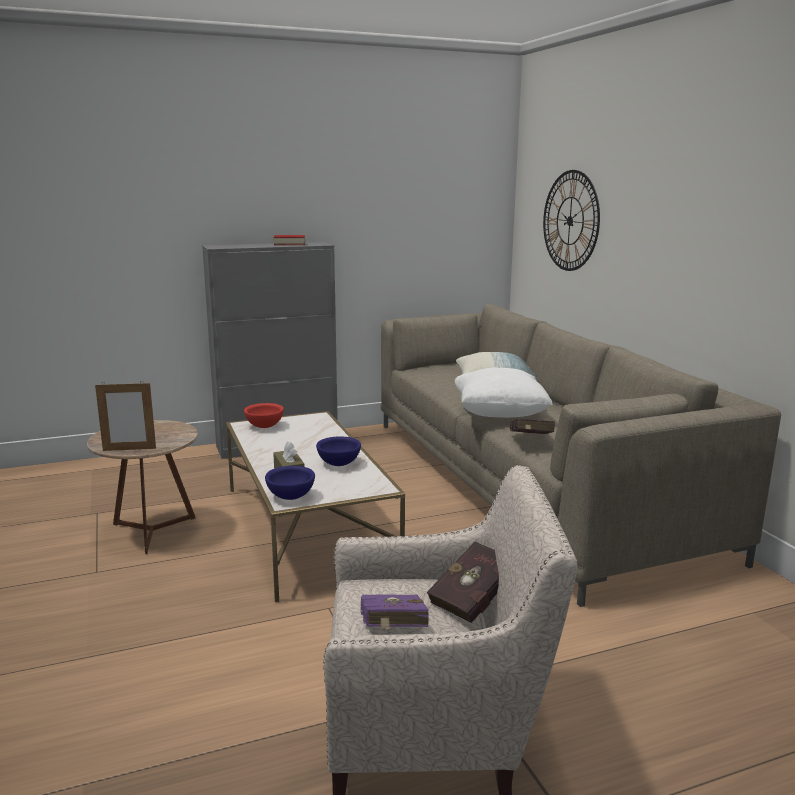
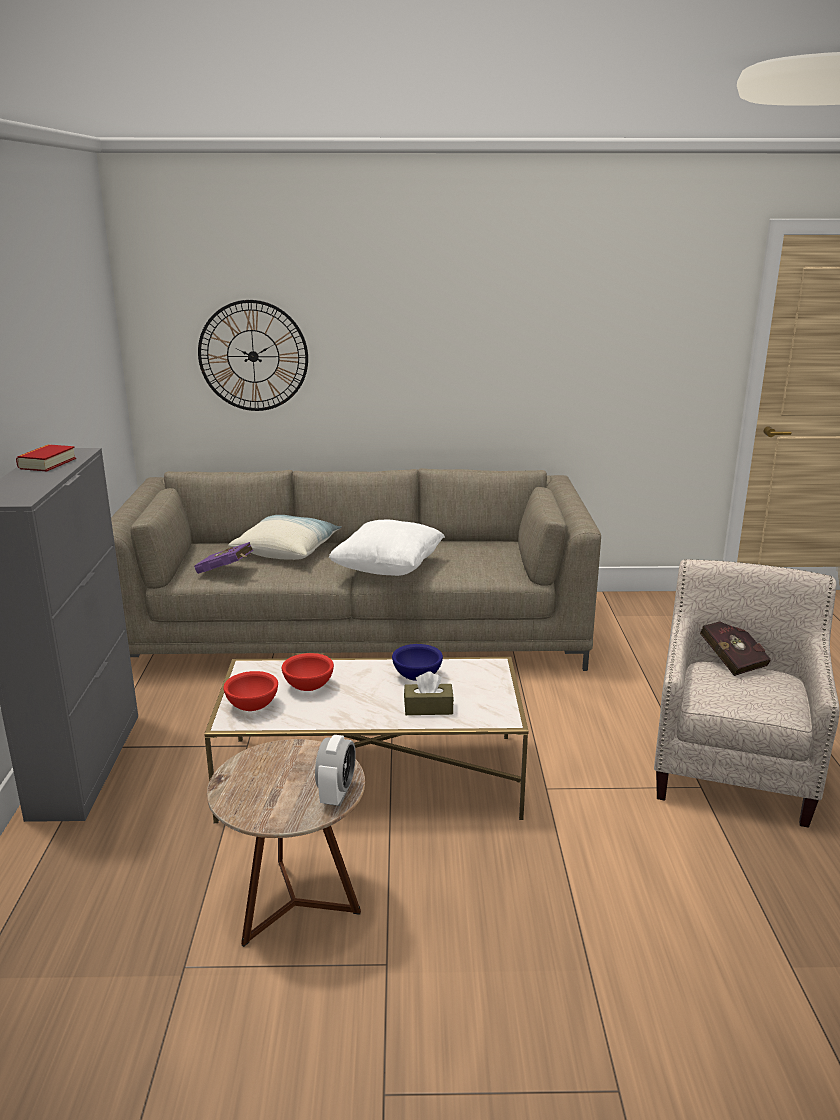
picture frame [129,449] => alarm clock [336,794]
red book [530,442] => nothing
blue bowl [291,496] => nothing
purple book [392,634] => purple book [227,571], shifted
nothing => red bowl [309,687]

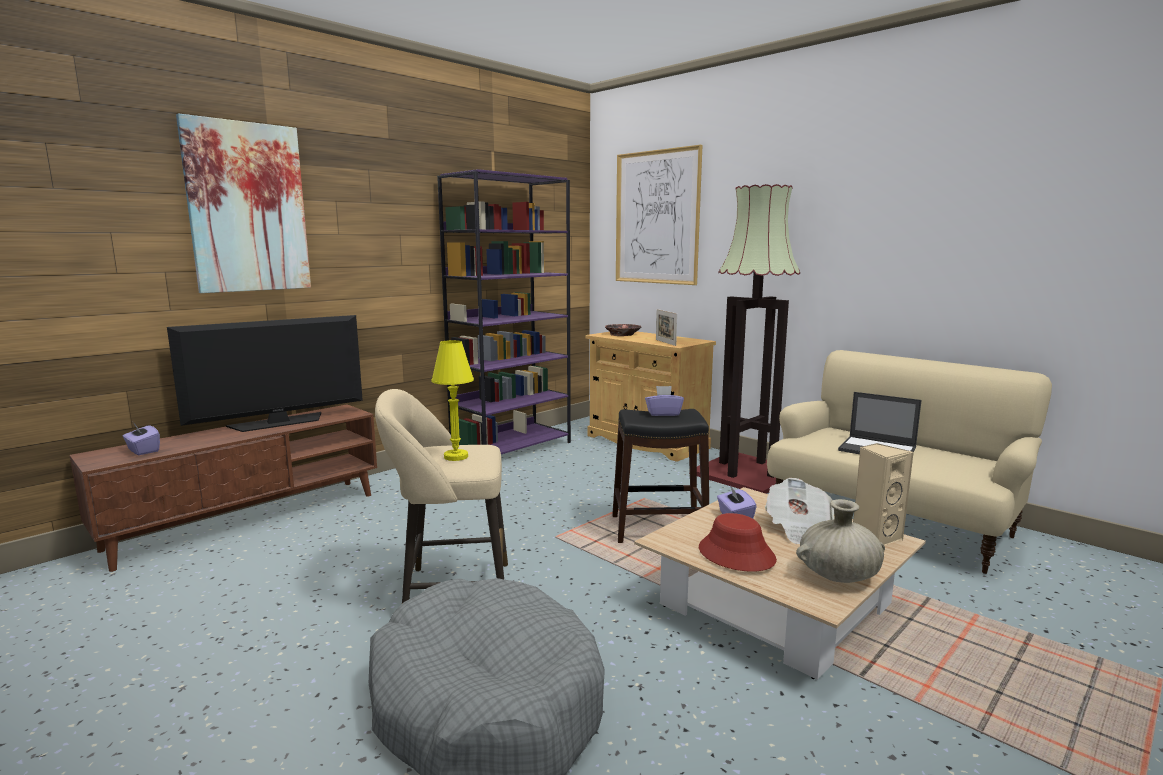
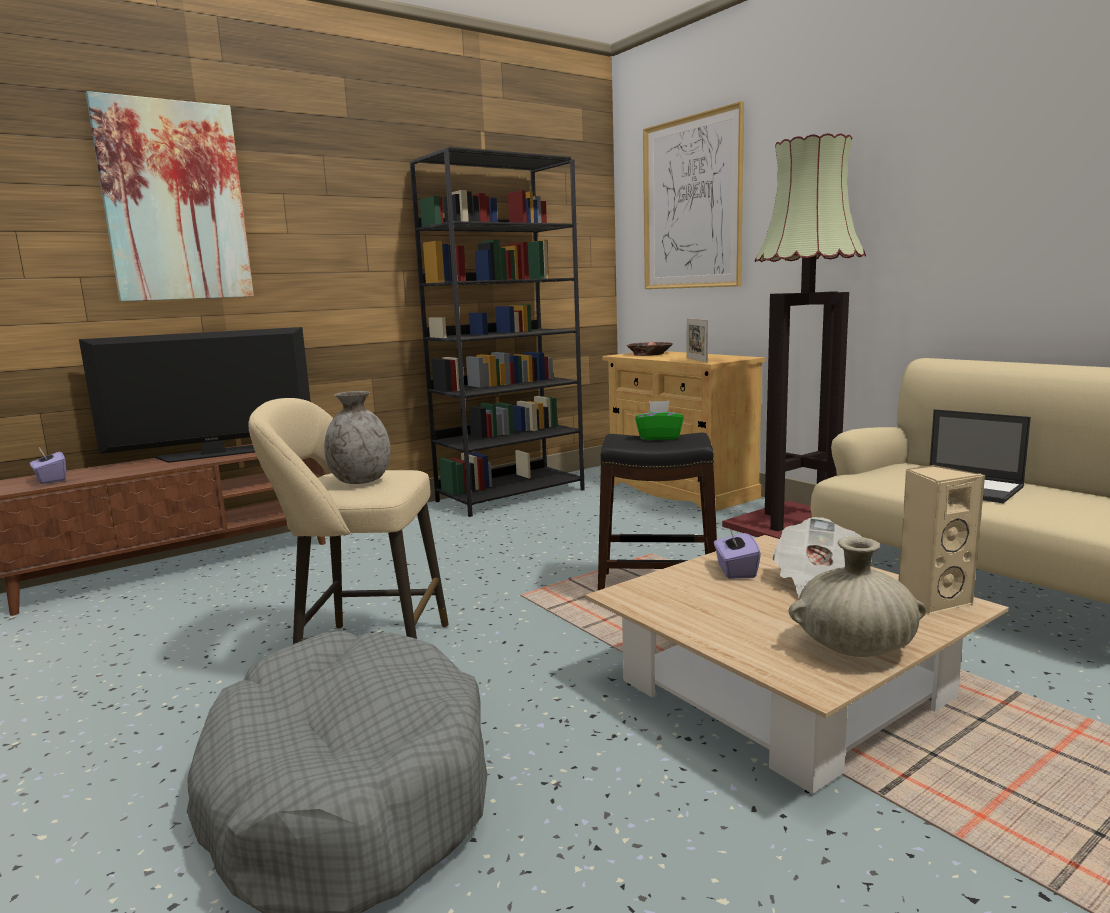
purple bookcase [512,448] => black bookcase [511,495]
yellow table lamp [456,457] => grey vase [360,481]
purple tissue box [663,413] => green tissue box [659,437]
red hat [736,554] => nothing

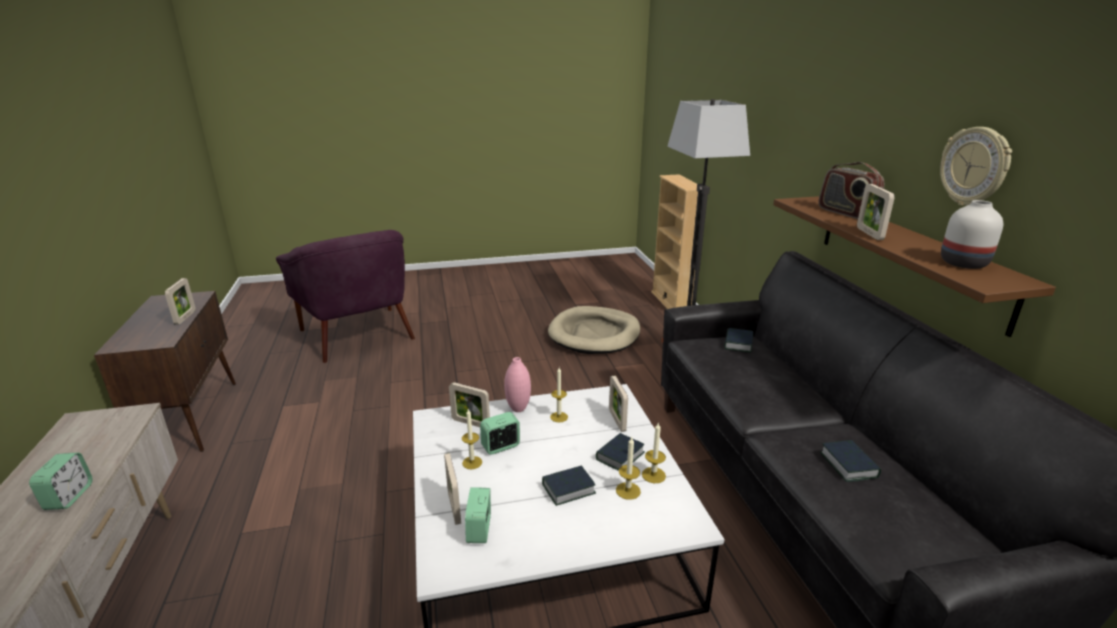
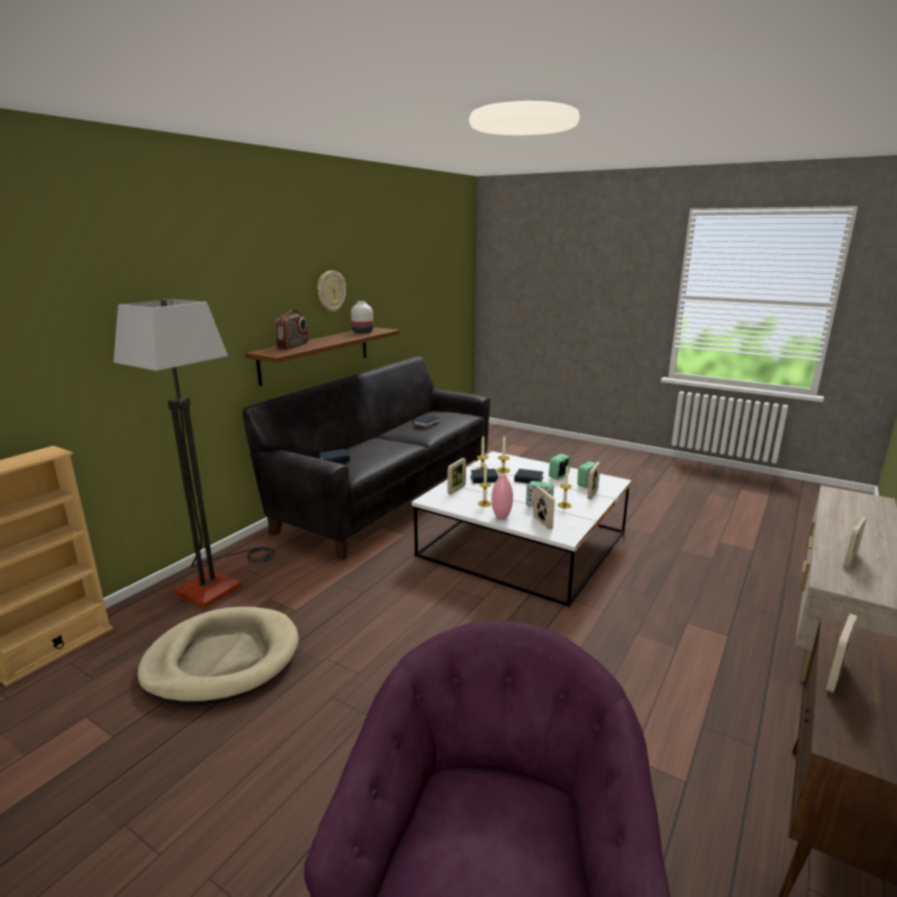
picture frame [869,234] => picture frame [850,561], shifted
alarm clock [69,497] => alarm clock [559,476], shifted

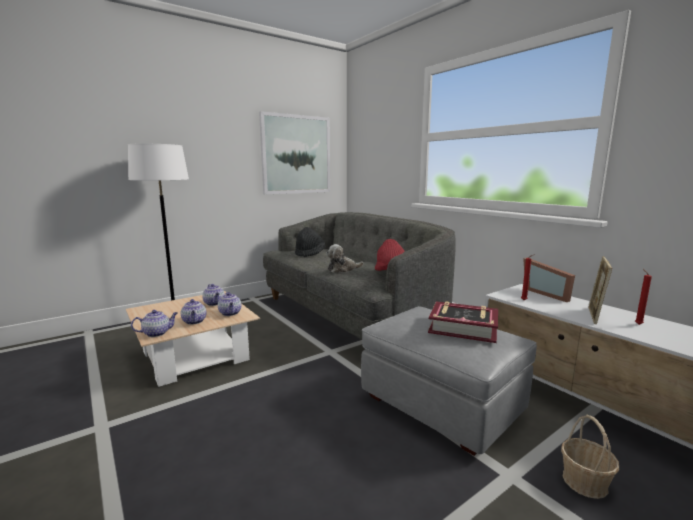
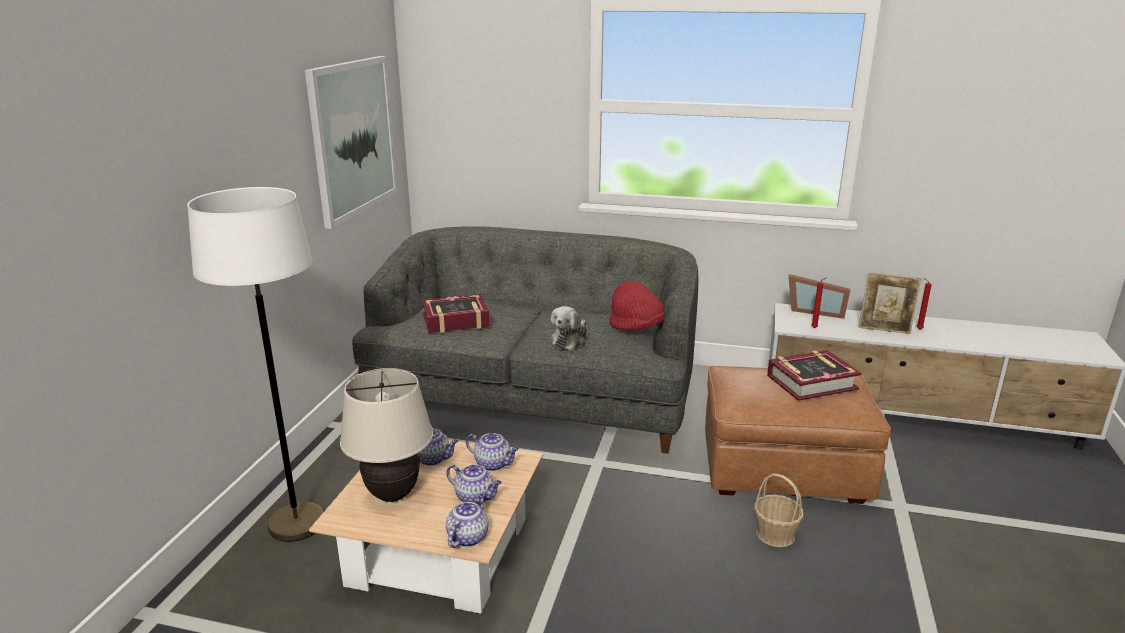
black hat [309,253] => book [456,320]
picture frame [594,316] => picture frame [884,330], 60 degrees counterclockwise
grey ottoman [441,404] => brown ottoman [783,470]
basket [585,481] => basket [775,534], shifted
nothing => beige table lamp [393,495]

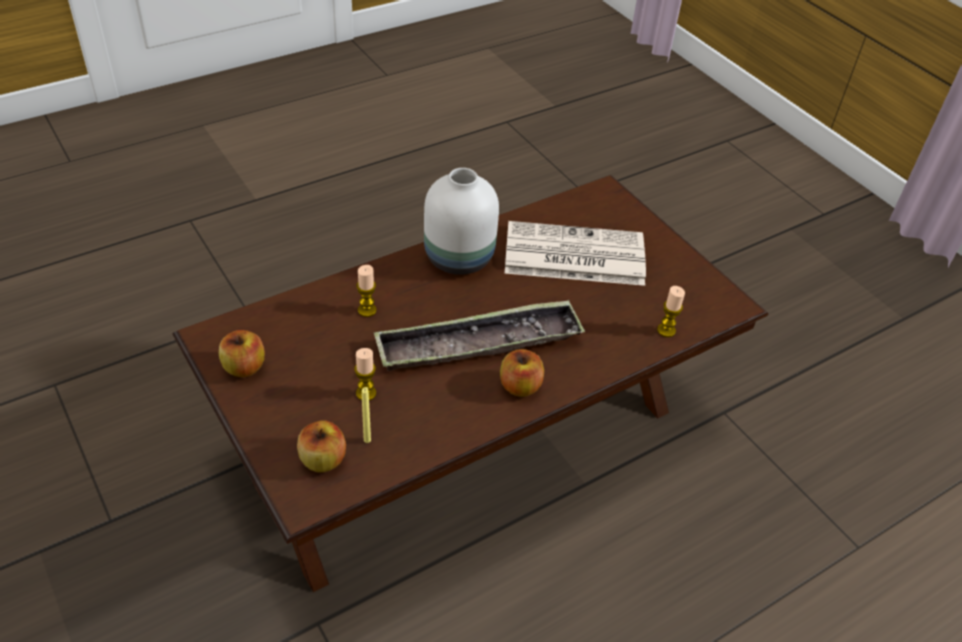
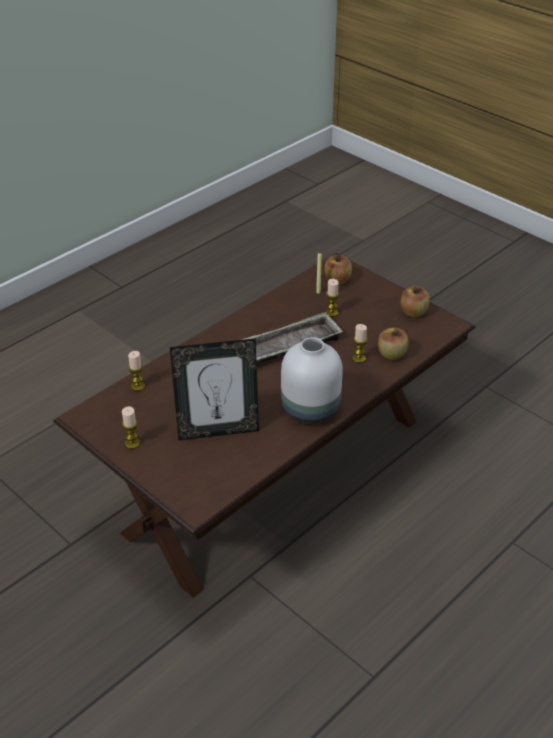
newspaper [572,255] => picture frame [218,431]
apple [520,386] => apple [391,354], shifted
nothing => candle [132,443]

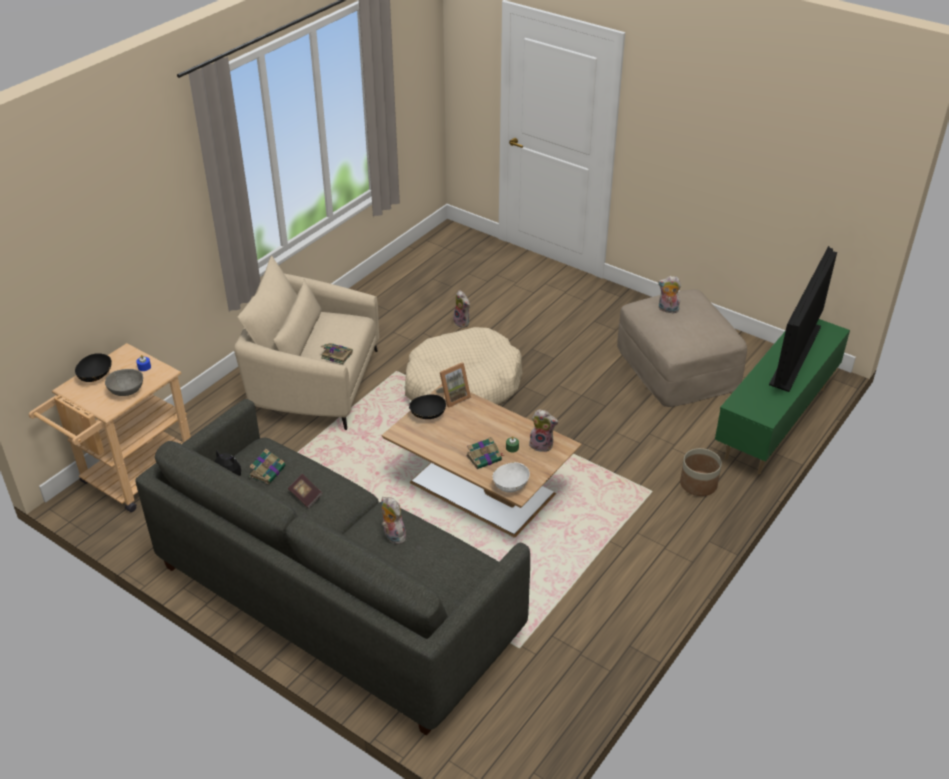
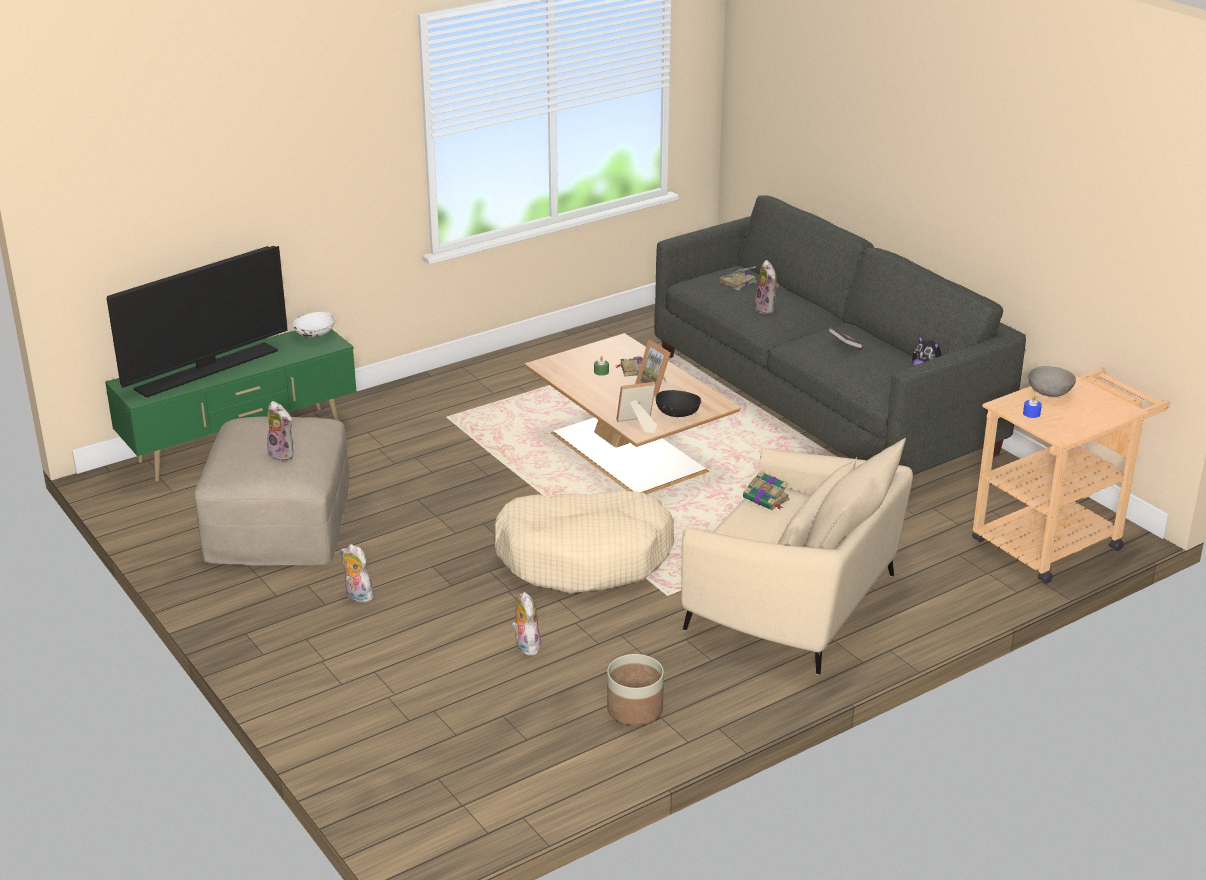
black bowl [96,377] => nothing
plush toy [542,445] => plush toy [357,596], shifted
planter [698,484] => planter [634,709], shifted
book [268,471] => book [737,283], shifted
white bowl [510,485] => white bowl [315,335], shifted
nothing => picture frame [656,387]

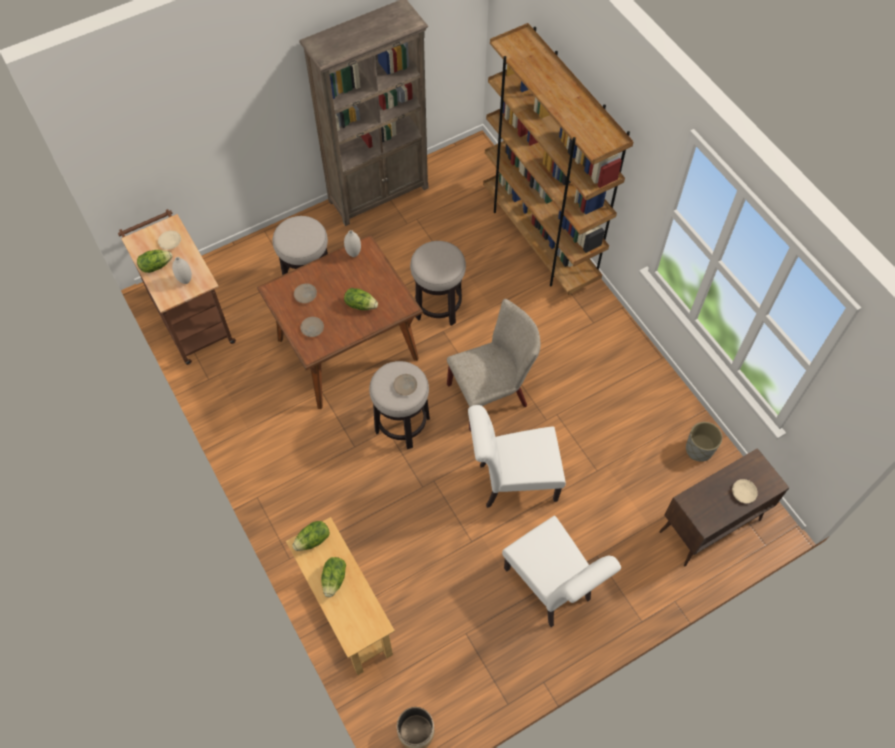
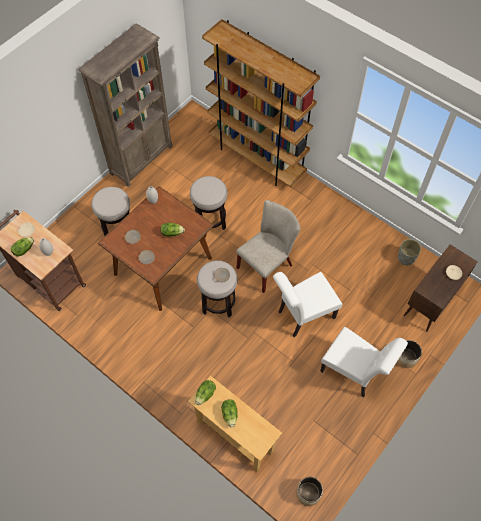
nothing => planter [406,358]

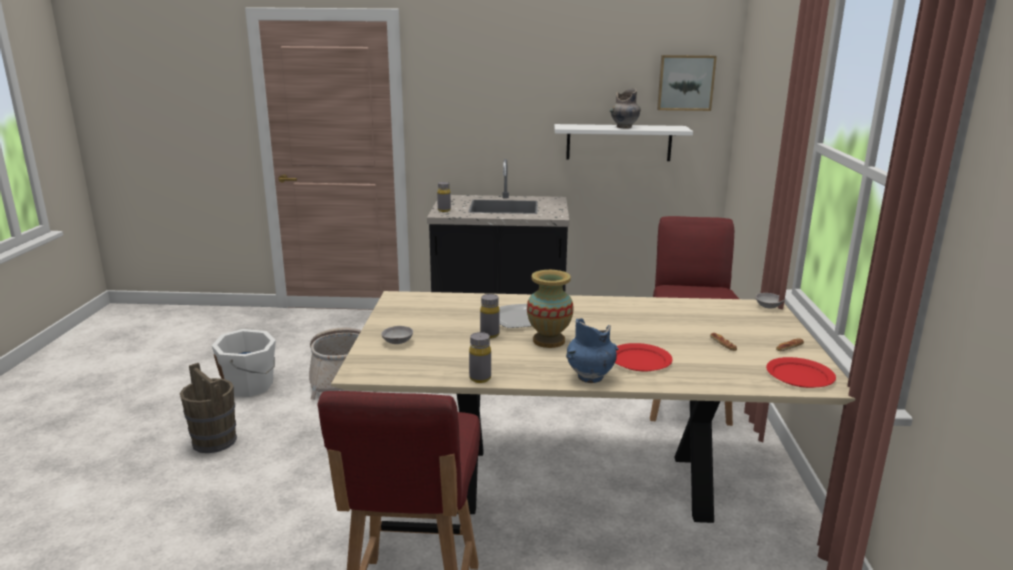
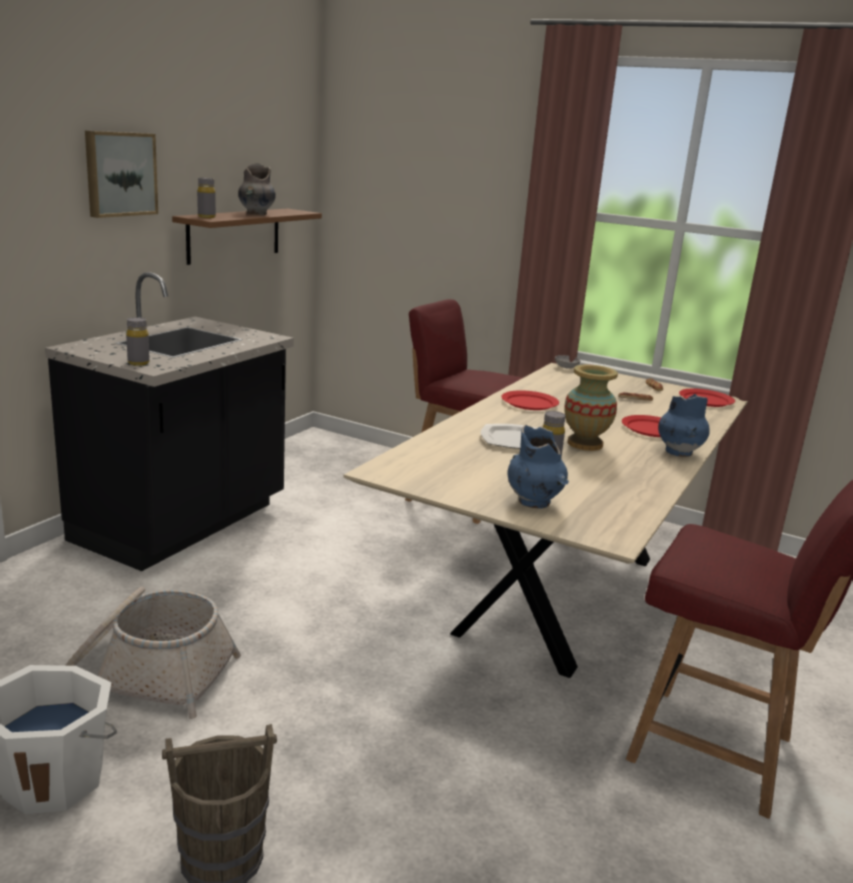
picture [685,82] => picture [119,174], shifted
white shelf [619,142] => brown shelf [234,235]
grey bowl [397,342] => blue vase [534,503]
grey bottle [480,378] => grey bottle [206,217], shifted
nothing => red plate [530,403]

